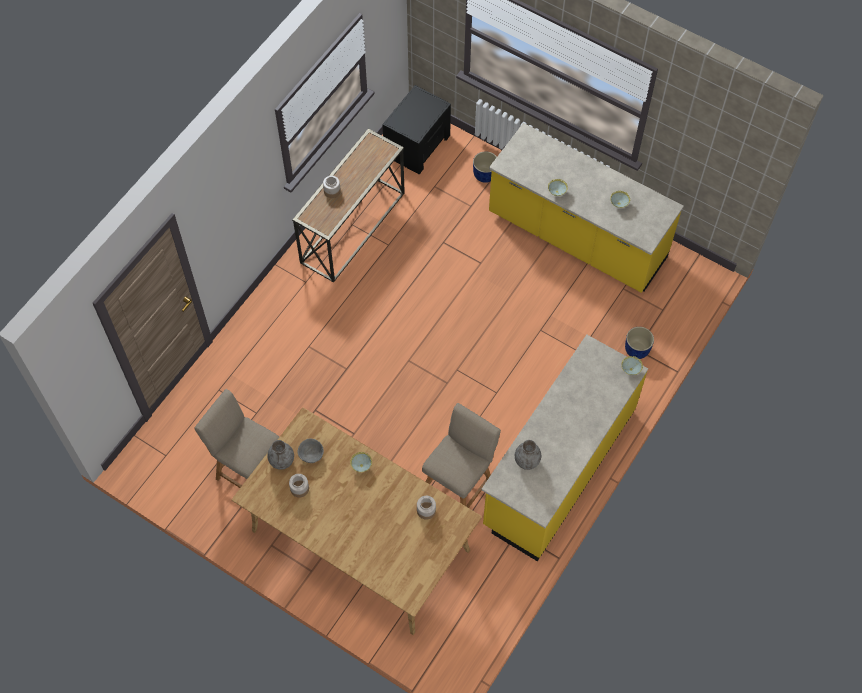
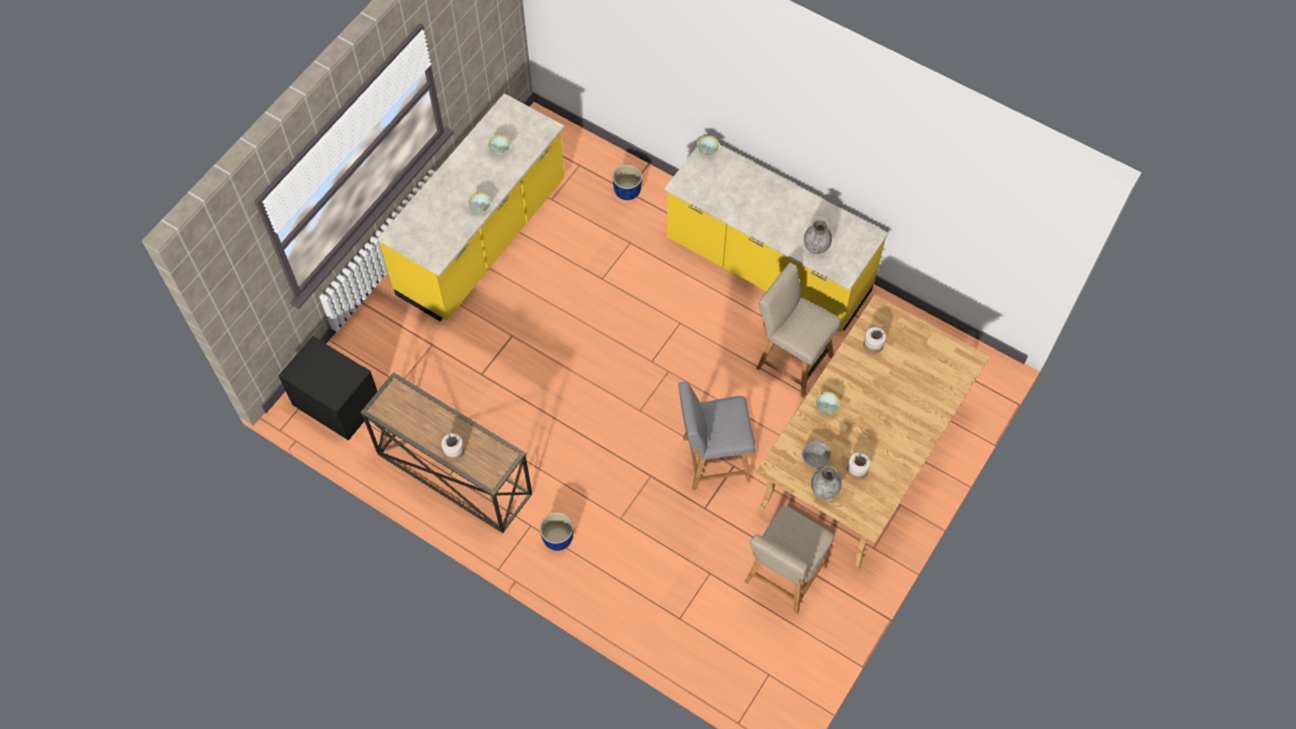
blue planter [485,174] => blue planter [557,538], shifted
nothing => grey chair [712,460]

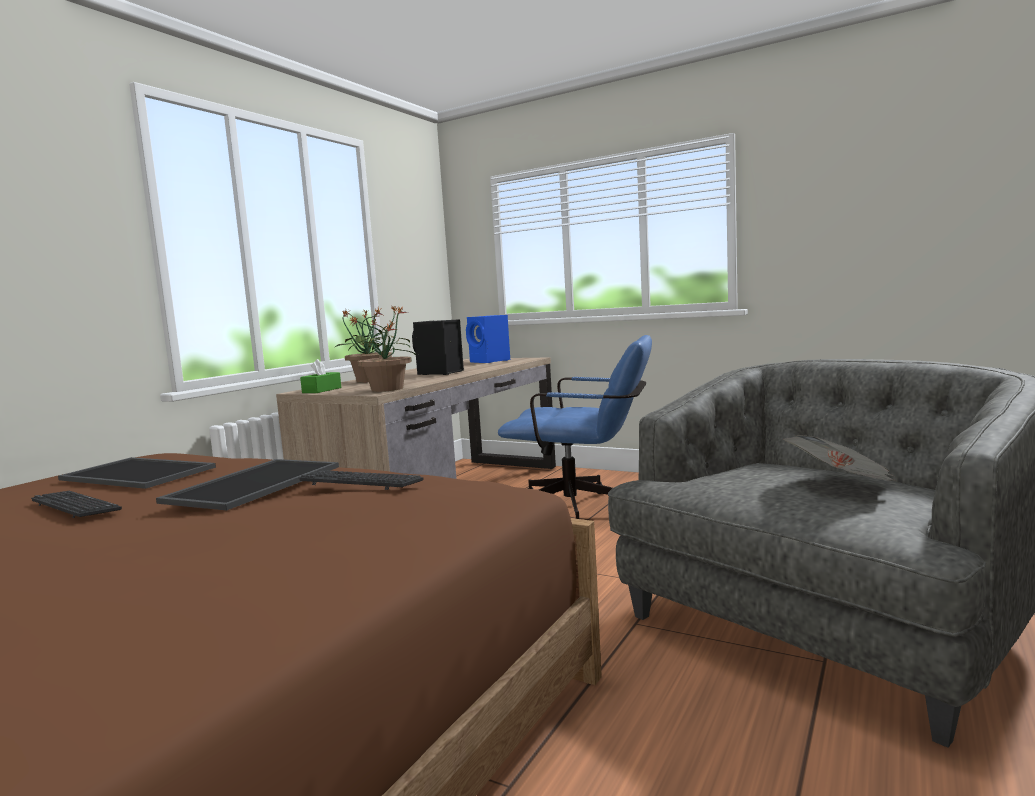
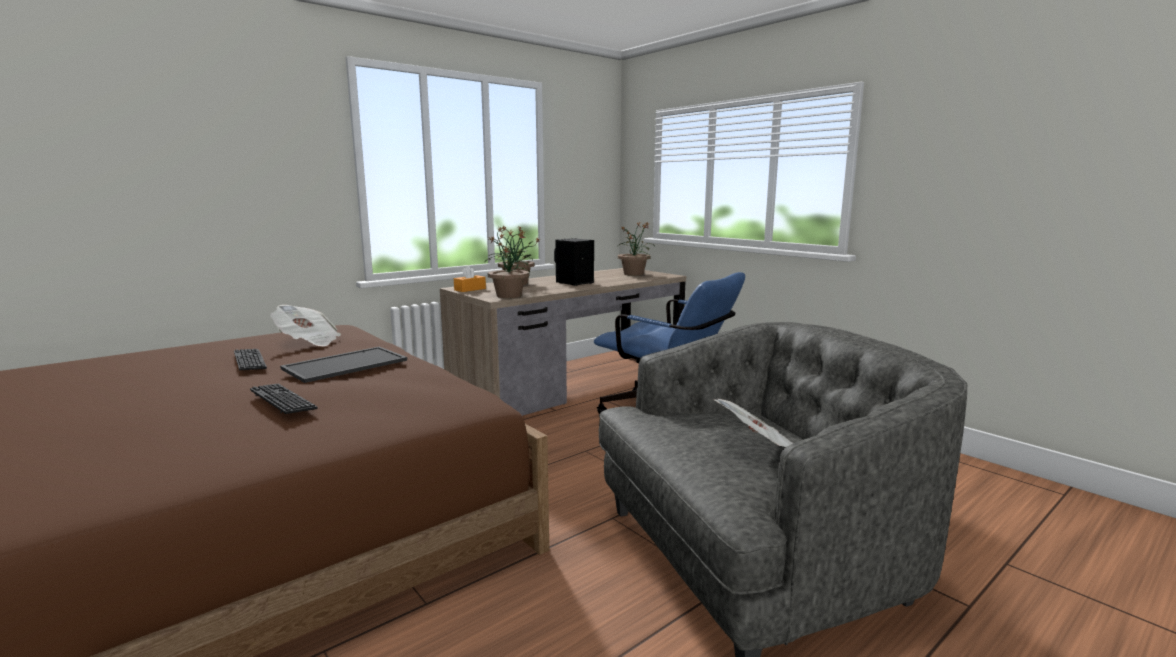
blue speaker [490,361] => potted plant [633,274]
green tissue box [322,390] => orange tissue box [470,289]
tray [141,473] => newspaper [308,341]
keyboard [360,482] => keyboard [282,400], shifted

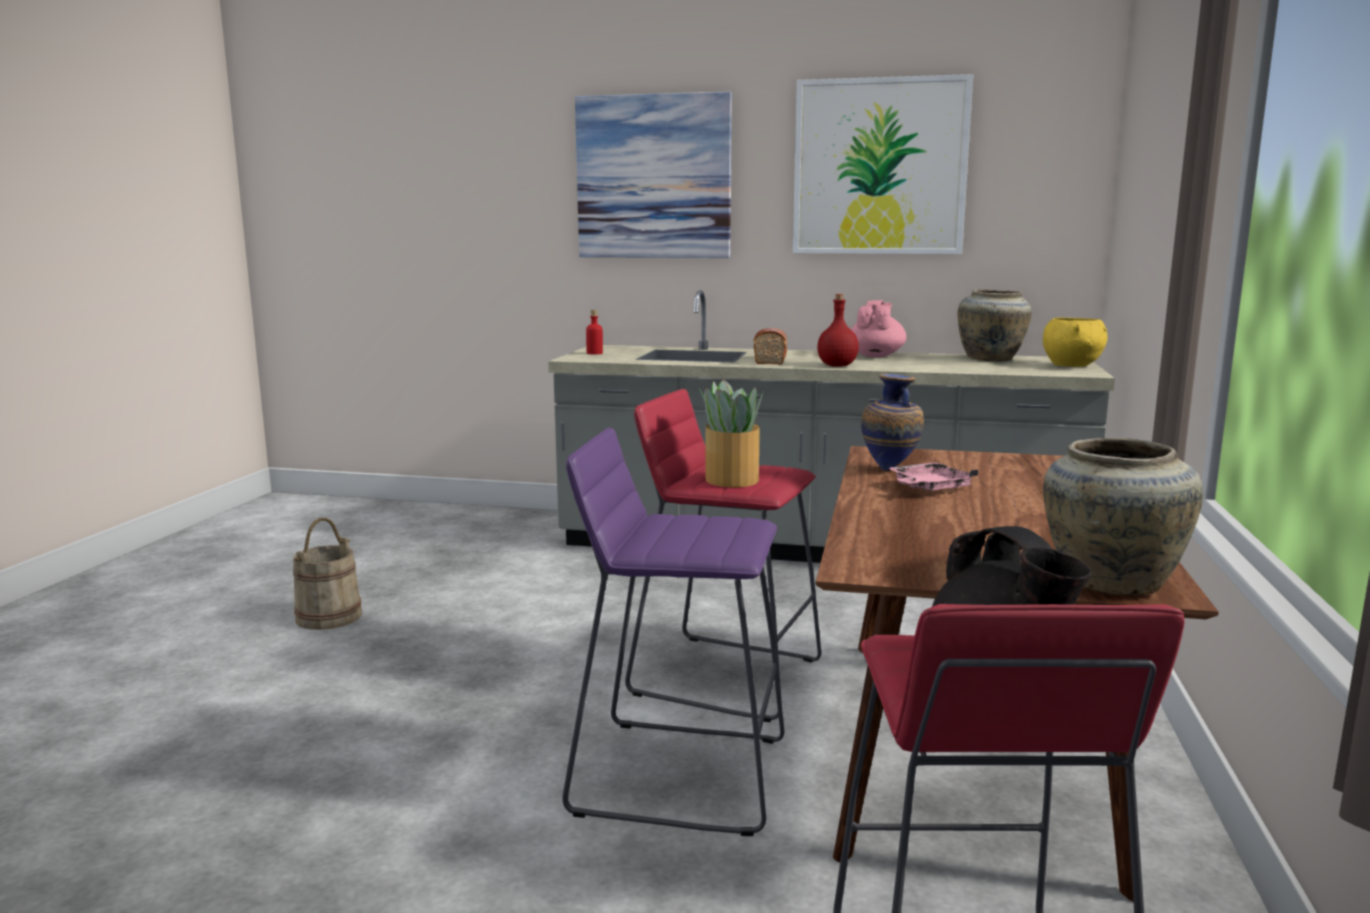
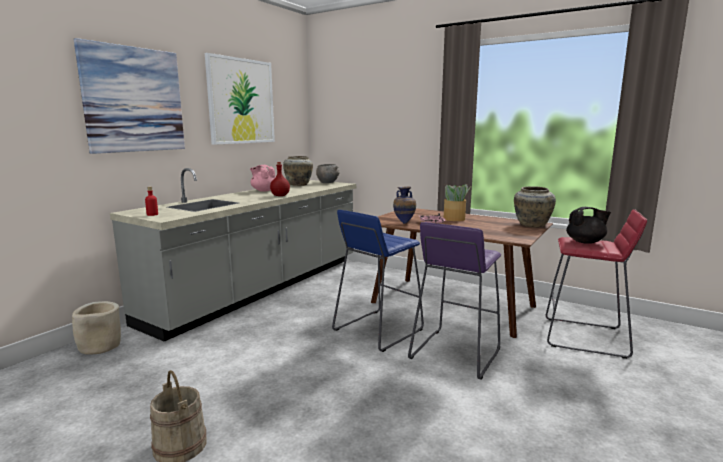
yellow bowl [1072,366] => grey bowl [327,182]
bread [771,360] => nothing
potted plant [731,480] => potted plant [454,219], shifted
red stool [725,675] => blue stool [377,330]
nothing => beige planter [100,347]

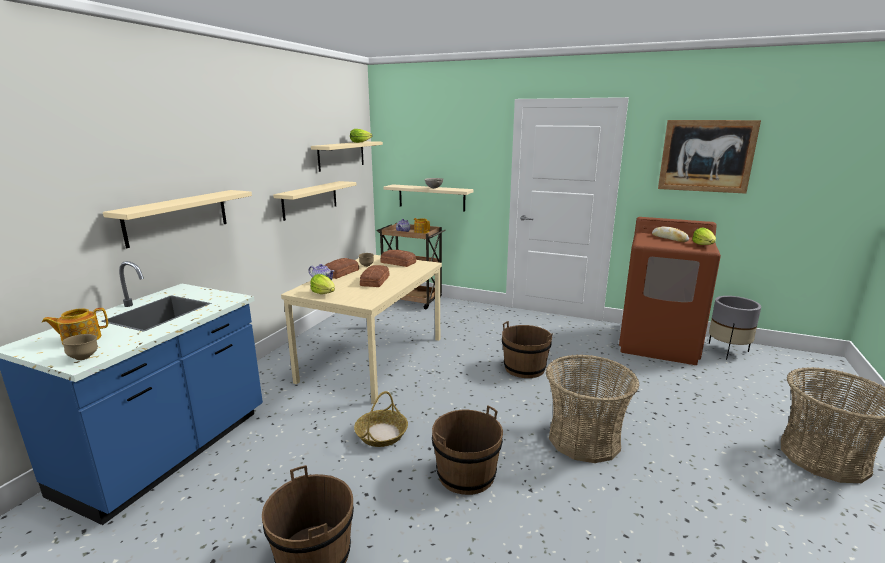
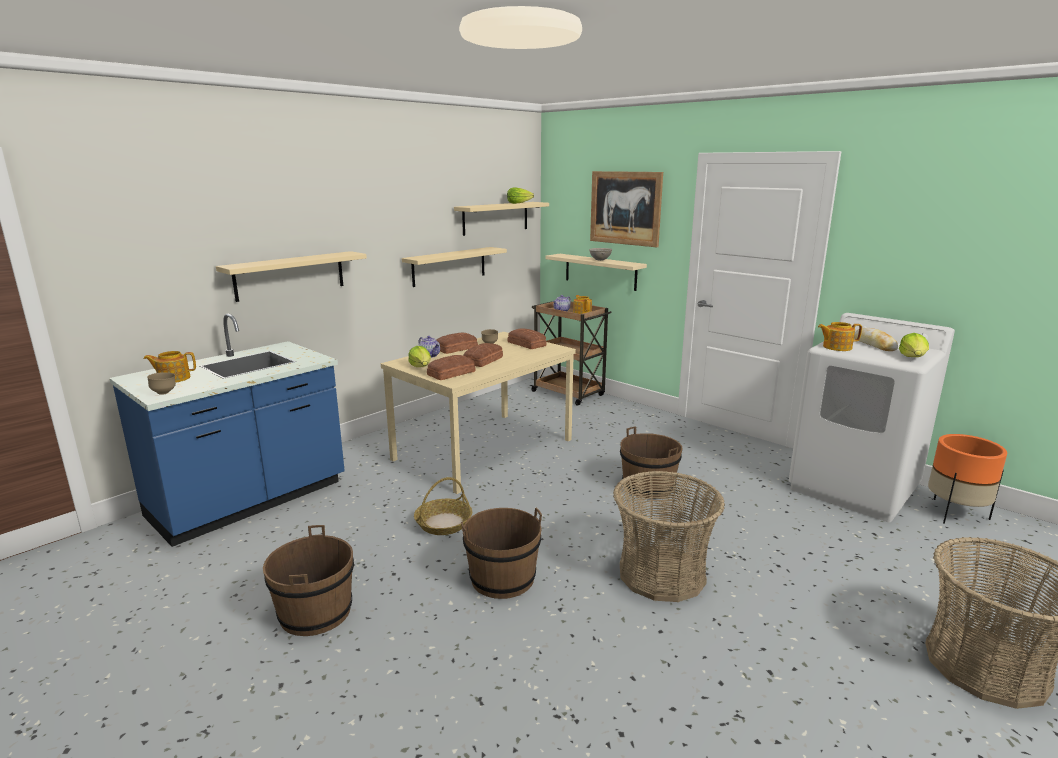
picture [706,156] => picture [625,208], shifted
brown washing machine [658,344] => white washing machine [854,488]
grey planter [727,351] => orange planter [955,514]
nothing => teapot [836,347]
nothing => bread [450,373]

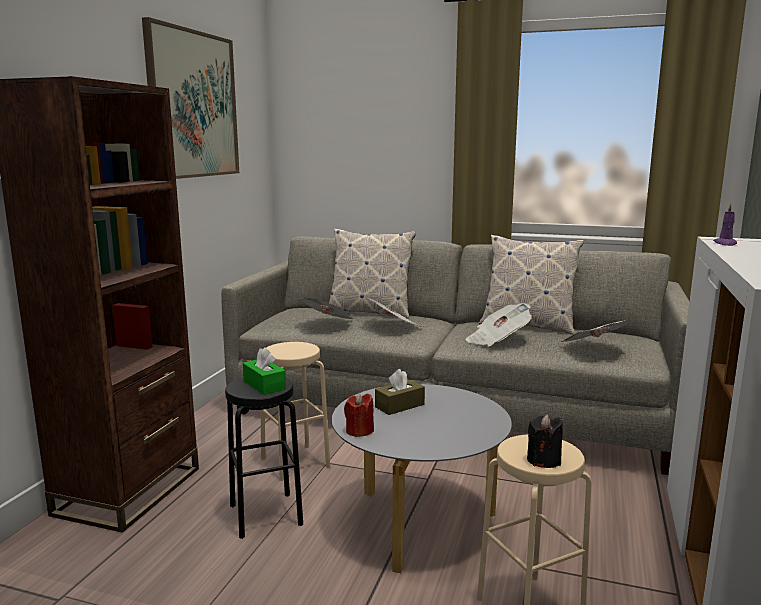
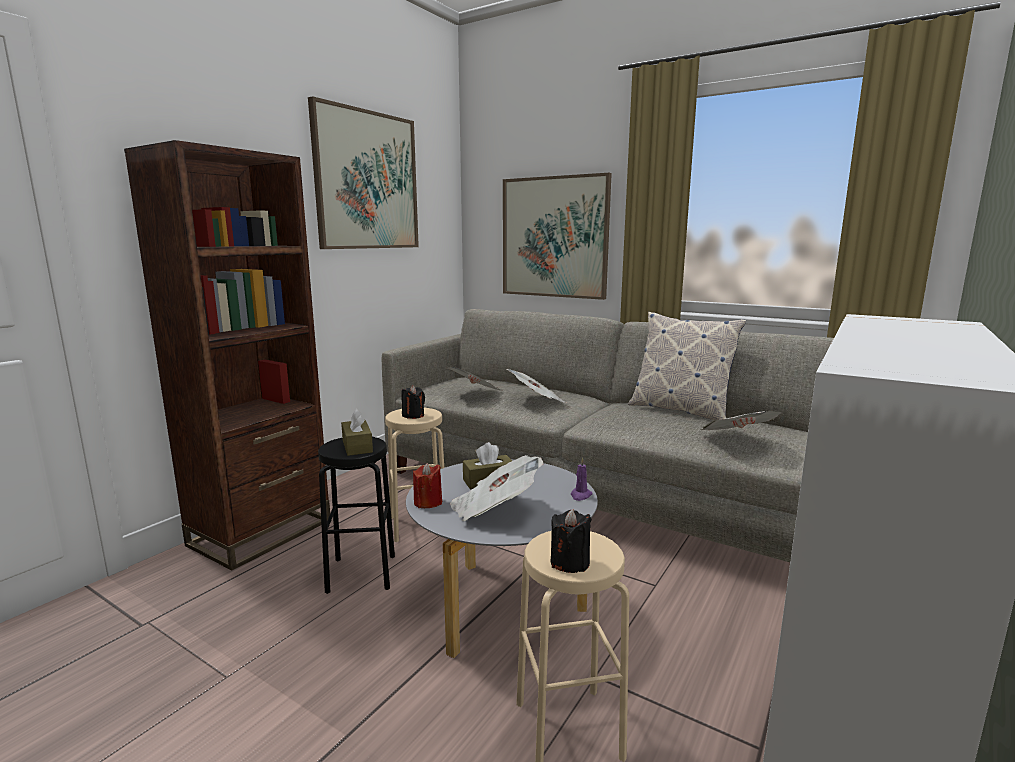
purple candle [725,244] => purple candle [580,495], shifted
pillow [370,312] => nothing
newspaper [497,341] => newspaper [494,509], shifted
green tissue box [264,385] => brown tissue box [357,446]
nothing => picture [554,237]
nothing => black candle [413,415]

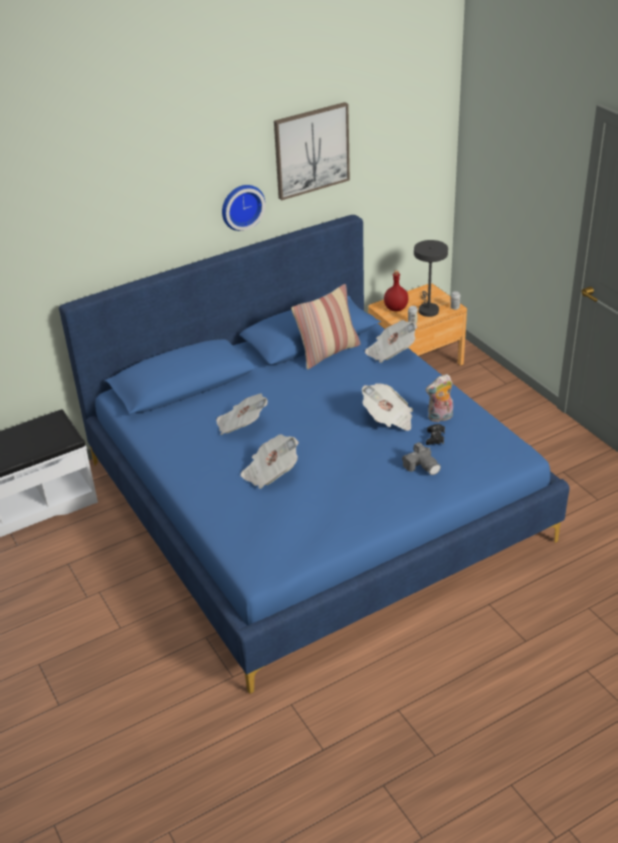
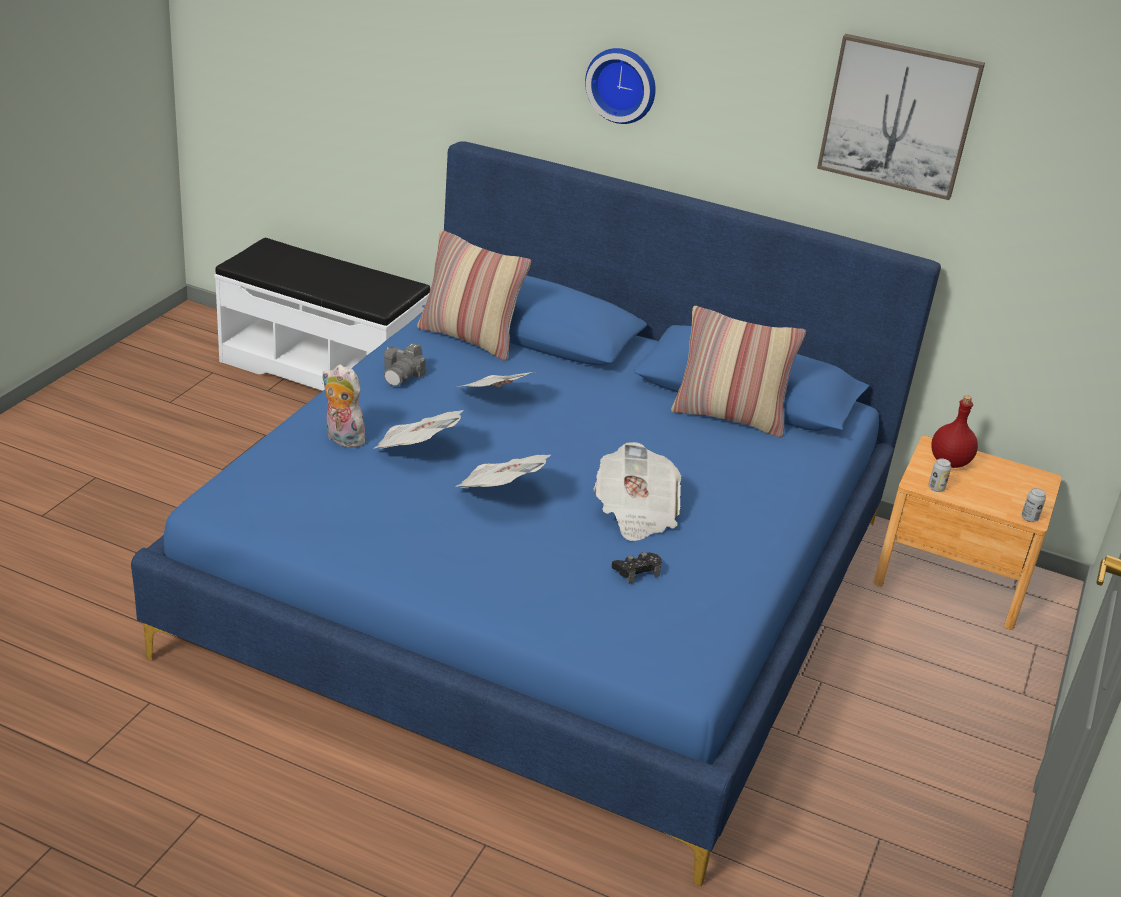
wall clock [241,206] => wall clock [622,84], shifted
grey table lamp [427,309] => nothing
newspaper [390,352] => newspaper [501,491], shifted
plush toy [440,418] => plush toy [342,439], shifted
photo camera [422,466] => photo camera [402,375], shifted
nothing => pillow [469,338]

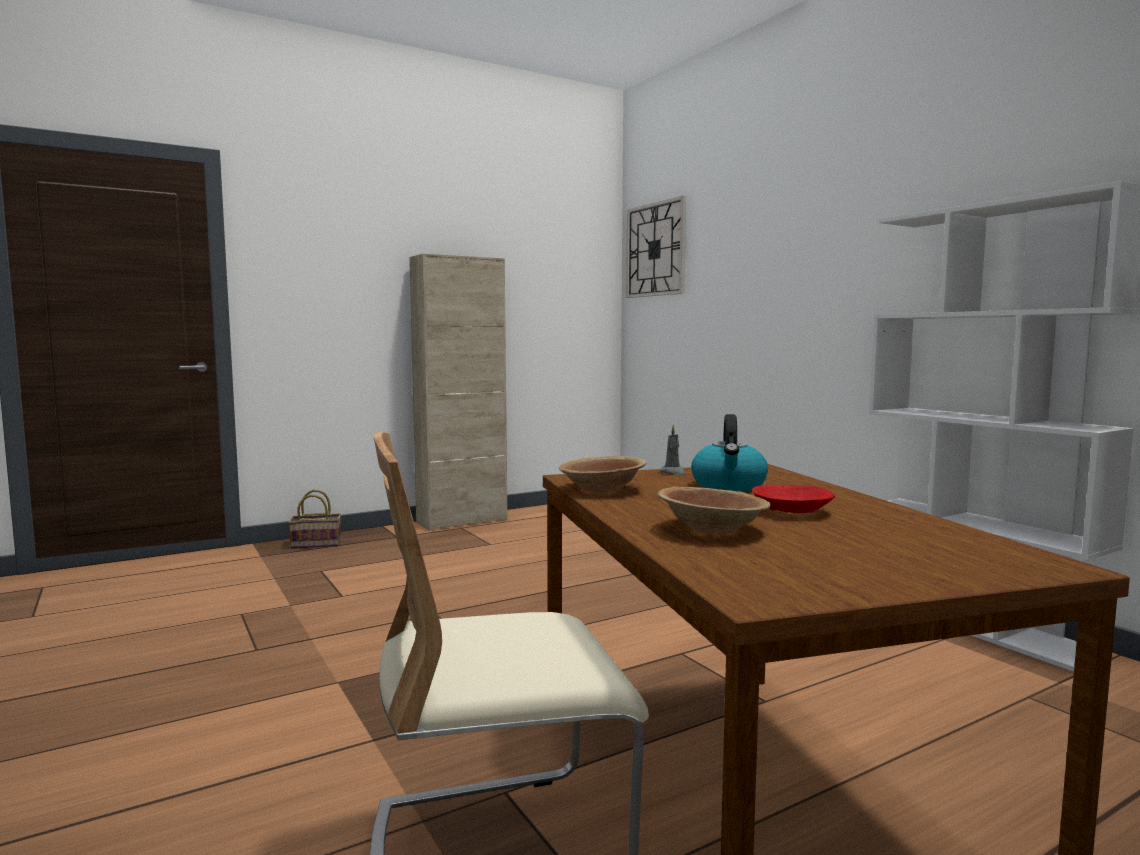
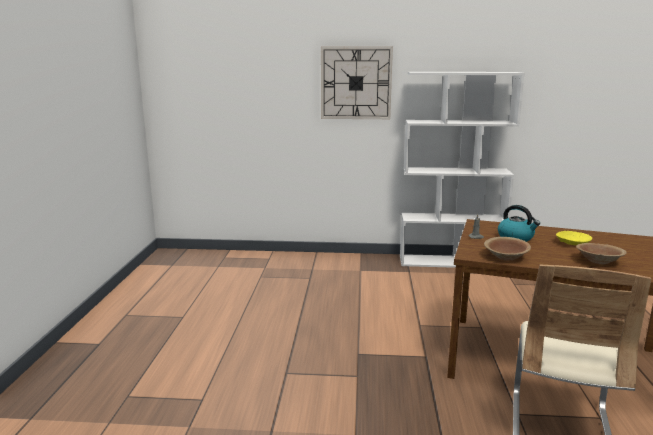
wall clock [655,250] => wall clock [356,83], shifted
beige cabinet [462,521] => nothing
red bowl [792,511] => yellow bowl [573,243]
basket [317,544] => nothing

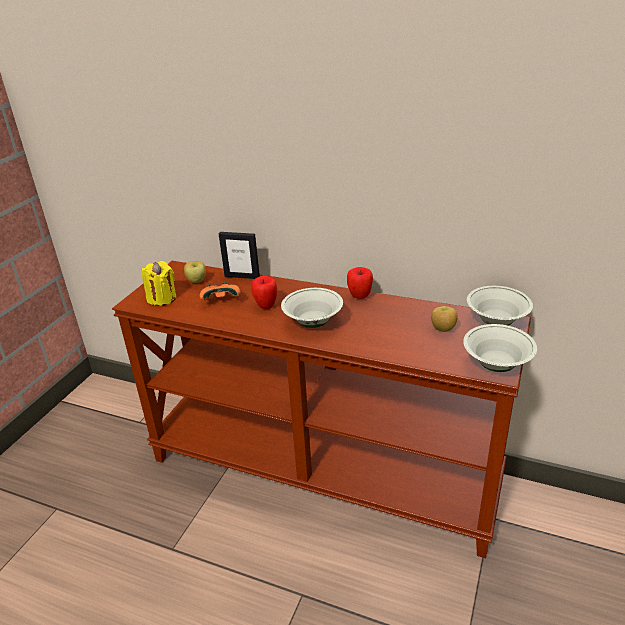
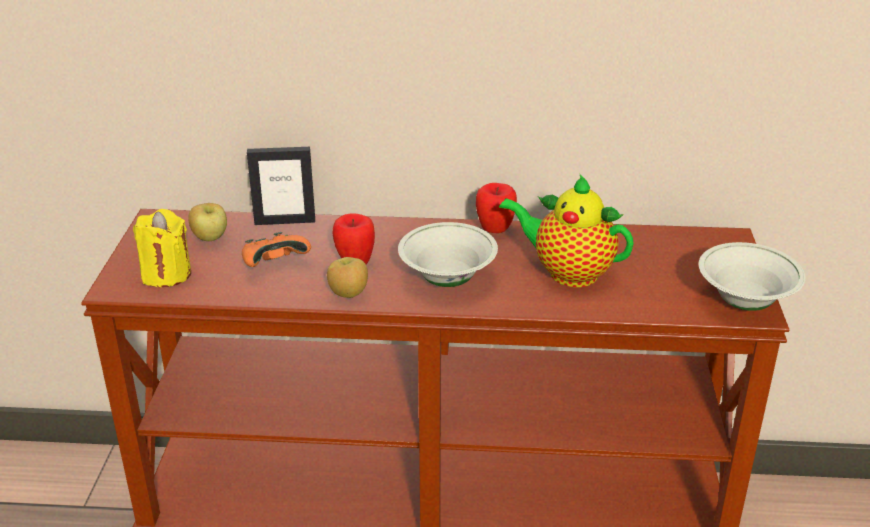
white bowl [496,322] => nothing
apple [443,329] => apple [348,294], shifted
nothing => teapot [567,273]

